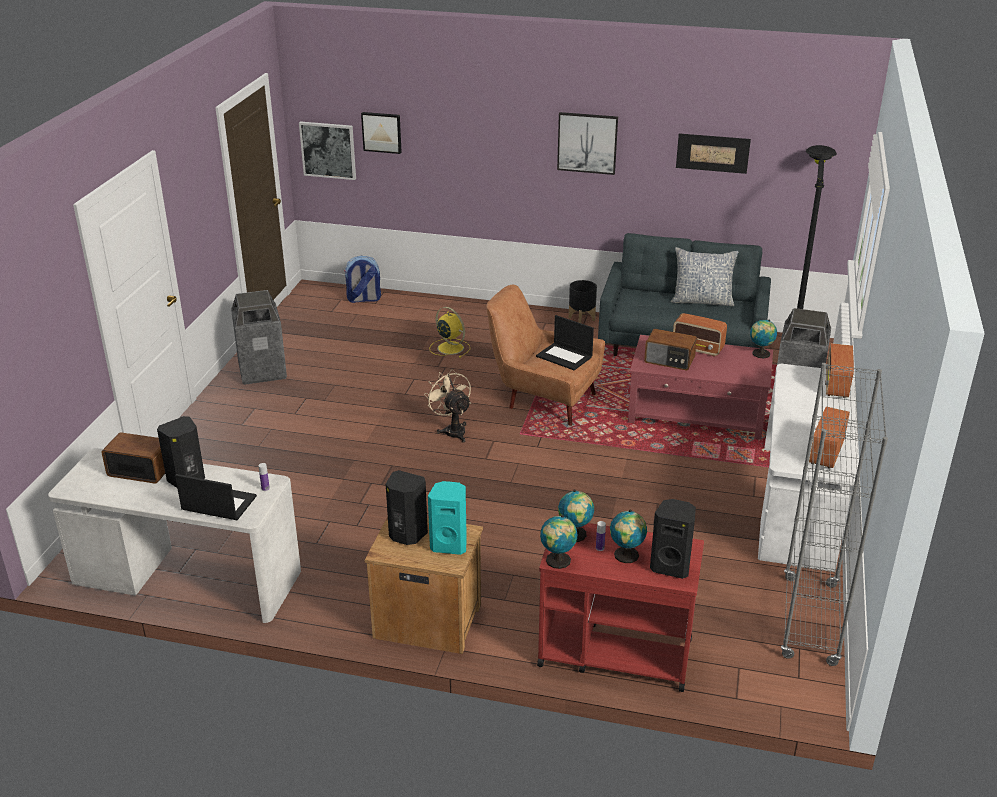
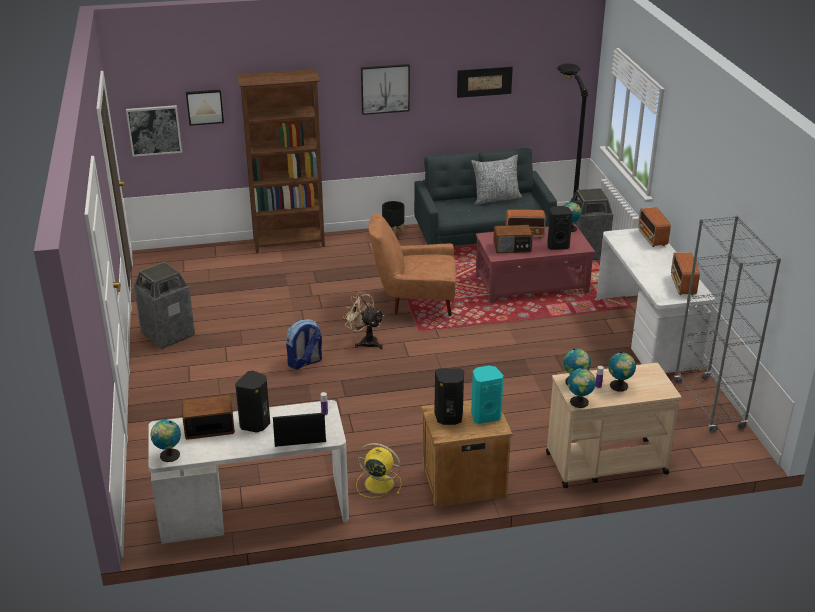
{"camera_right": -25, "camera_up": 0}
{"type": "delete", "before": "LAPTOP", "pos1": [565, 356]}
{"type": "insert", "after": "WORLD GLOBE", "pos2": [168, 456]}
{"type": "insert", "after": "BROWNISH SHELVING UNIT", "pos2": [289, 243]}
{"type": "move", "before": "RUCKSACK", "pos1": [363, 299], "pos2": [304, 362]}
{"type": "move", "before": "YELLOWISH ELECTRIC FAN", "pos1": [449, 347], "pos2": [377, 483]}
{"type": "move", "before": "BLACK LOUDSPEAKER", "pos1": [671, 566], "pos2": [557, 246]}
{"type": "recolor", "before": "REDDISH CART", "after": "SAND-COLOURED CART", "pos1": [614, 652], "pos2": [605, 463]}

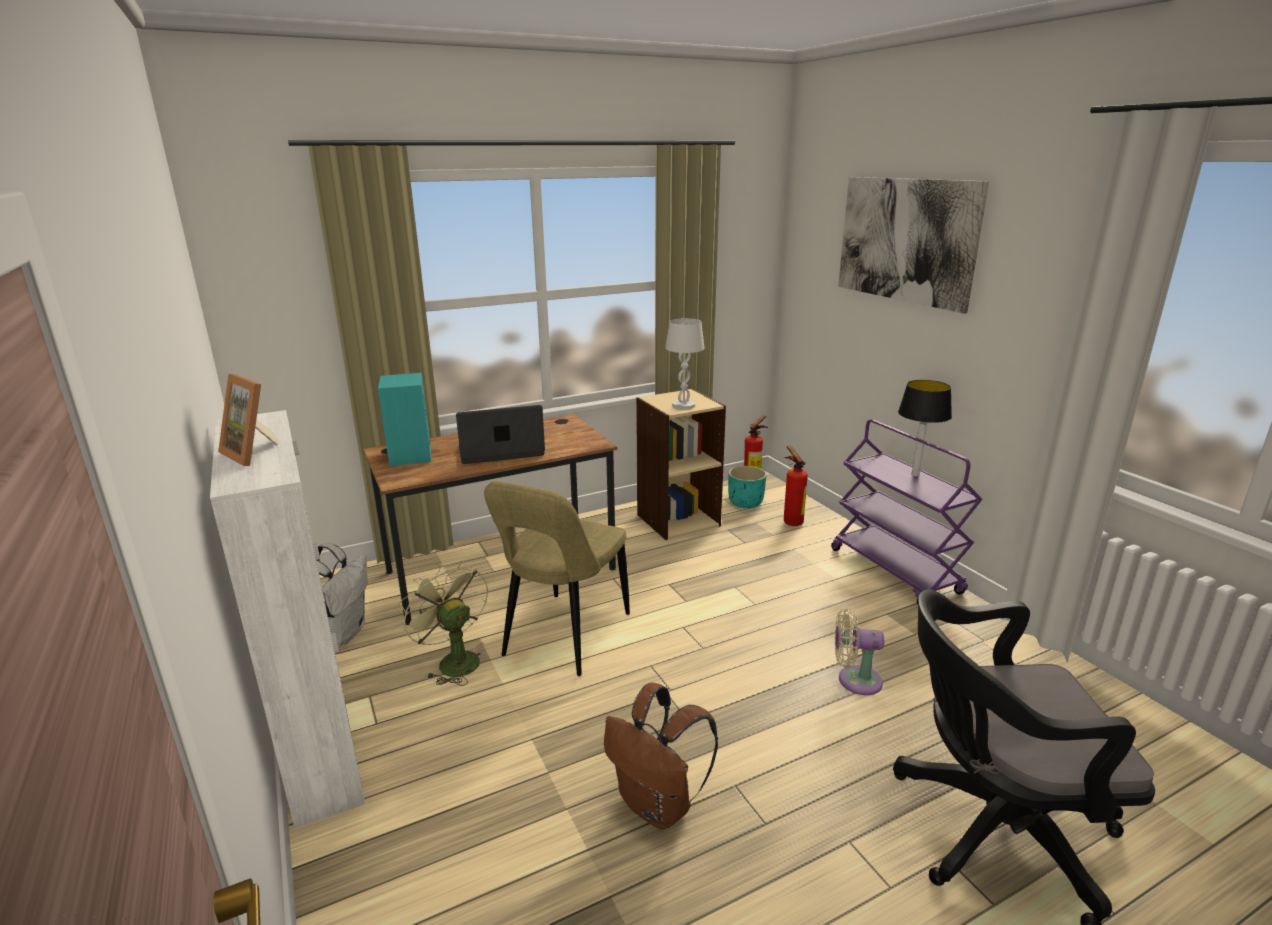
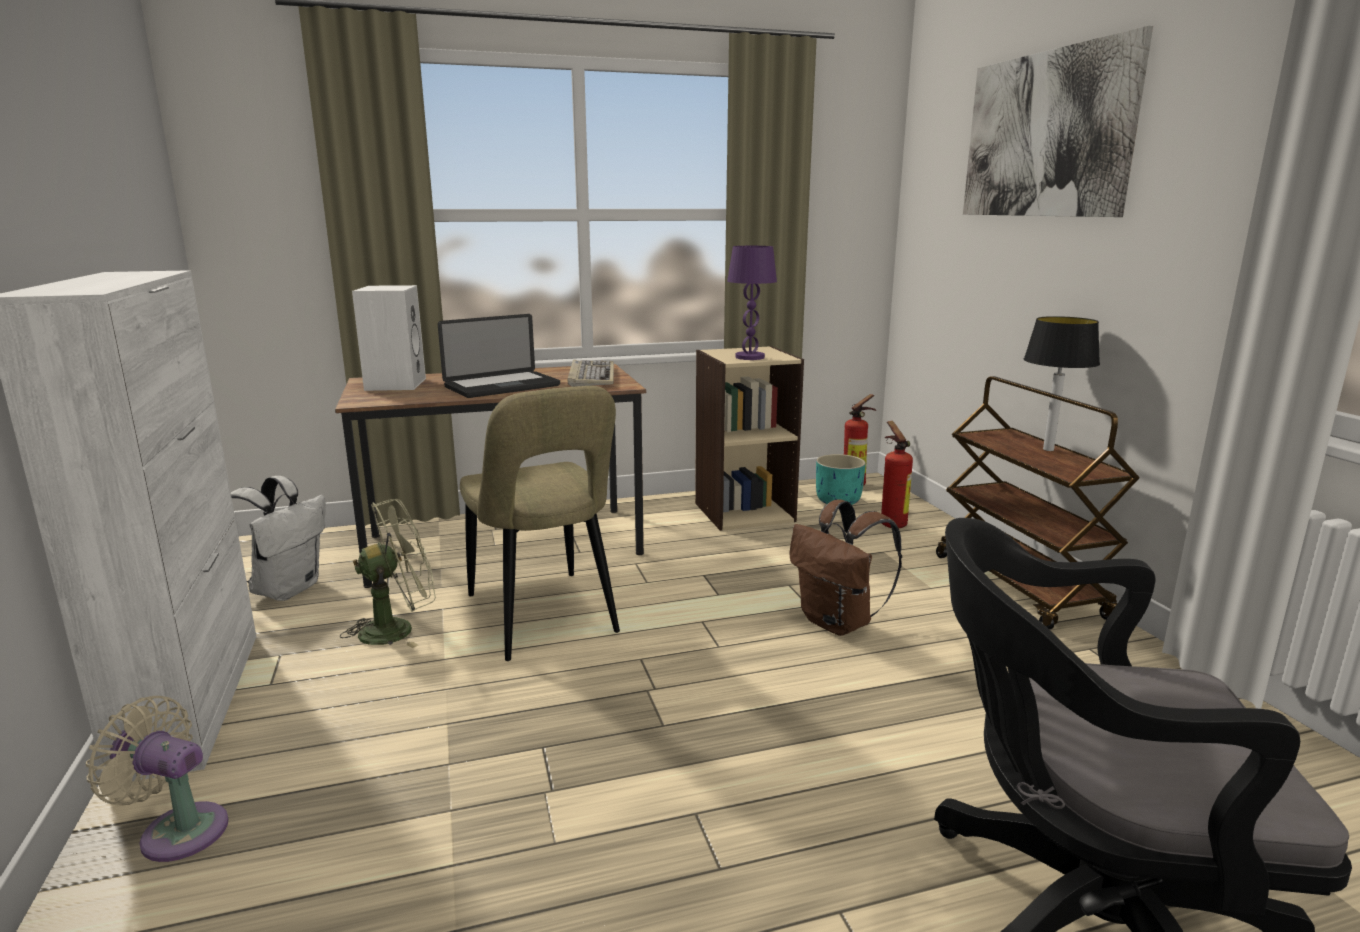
{"camera_right": 10, "camera_up": -5}
{"type": "delete", "before": "STANDING FRAME", "pos1": [255, 453]}
{"type": "insert", "after": "COMPUTER KEYBOARD", "pos2": [591, 376]}
{"type": "move", "before": "BROWNISH RUCKSACK", "pos1": [658, 805], "pos2": [839, 623]}
{"type": "move", "before": "SAND-COLOURED ELECTRIC FAN", "pos1": [854, 680], "pos2": [178, 830]}
{"type": "recolor", "before": "TURQUOISE LOUDSPEAKER", "after": "WHITE LOUDSPEAKER", "pos1": [409, 455], "pos2": [394, 384]}
{"type": "recolor", "before": "WHITE TABLE LAMP", "after": "PURPLISH TABLE LAMP", "pos1": [683, 405], "pos2": [750, 357]}
{"type": "recolor", "before": "PURPLISH CART", "after": "BROWNISH CART", "pos1": [896, 571], "pos2": [1020, 586]}
{"type": "rotate", "before": "GREEN-COLOURED ELECTRIC FAN", "pos1": [453, 660], "pos2": [398, 629], "turn": 90}
{"type": "rotate", "before": "LAPTOP", "pos1": [501, 452], "pos2": [502, 386], "turn": 150}
{"type": "rotate", "before": "SAND-COLOURED PLAIN CHAIR", "pos1": [563, 638], "pos2": [544, 618], "turn": -60}

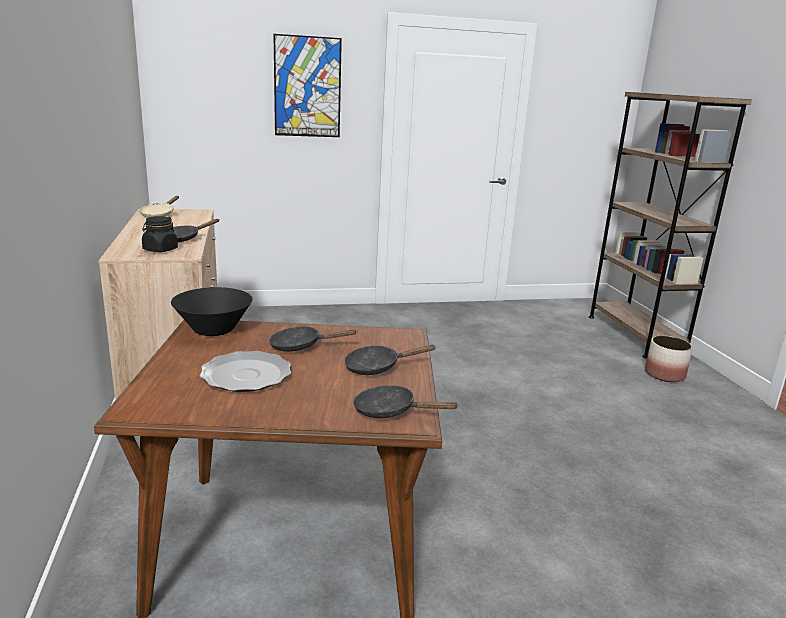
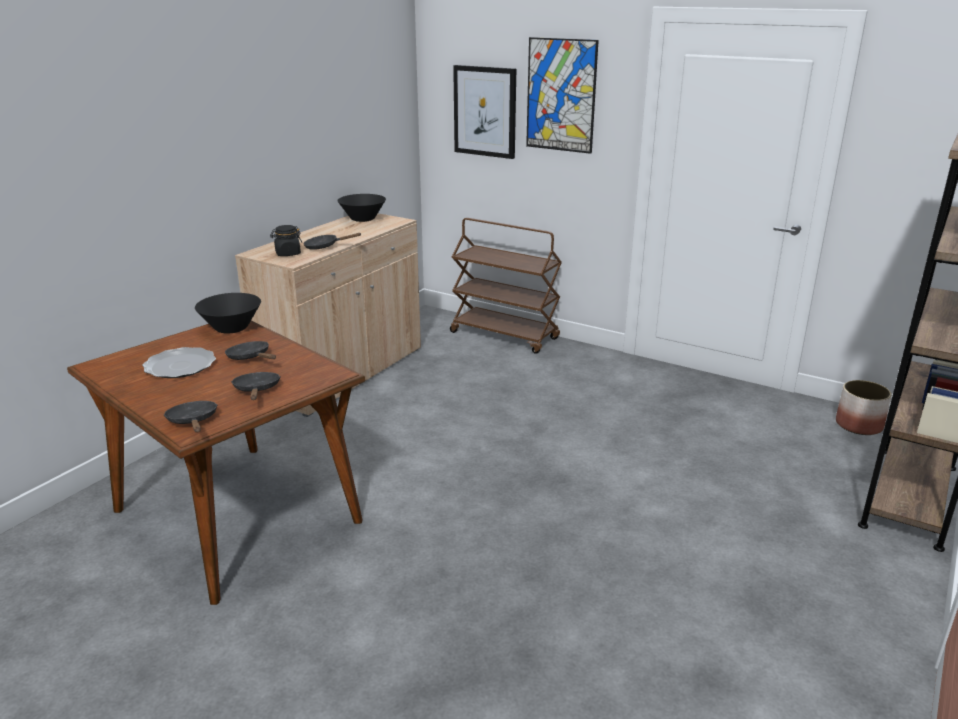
{"camera_right": 45, "camera_up": 5}
{"type": "insert", "after": "BROWNISH CART", "pos2": [505, 335]}
{"type": "insert", "after": "PICTURE", "pos2": [485, 111]}
{"type": "move", "before": "FLOWER POT", "pos1": [665, 375], "pos2": [859, 425]}
{"type": "replace", "before": "SAND-COLOURED PAN", "after": "BLACK BOWL", "pos1": [159, 214], "pos2": [363, 219]}
{"type": "rotate", "before": "BLACK PAN", "pos1": [377, 367], "pos2": [257, 390], "turn": 45}

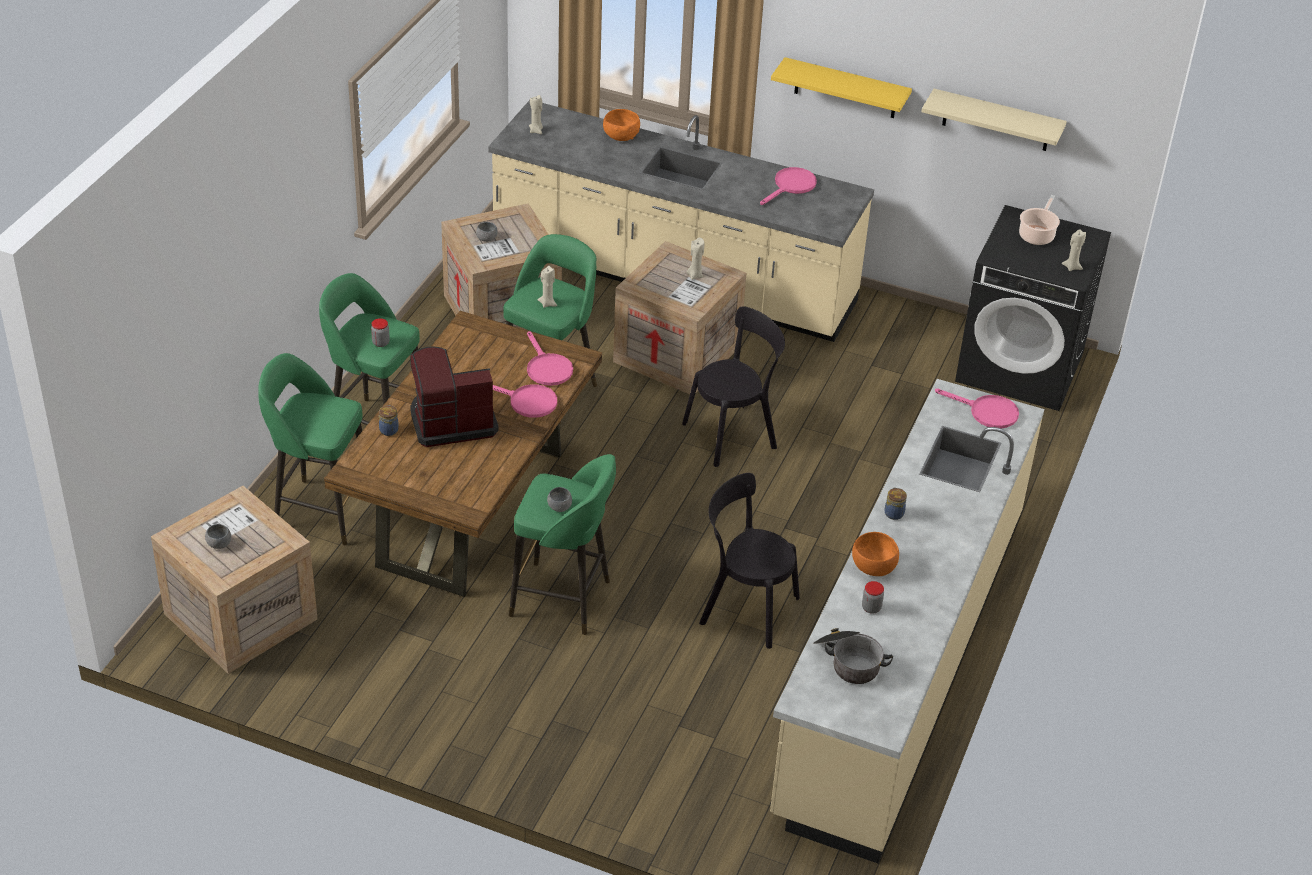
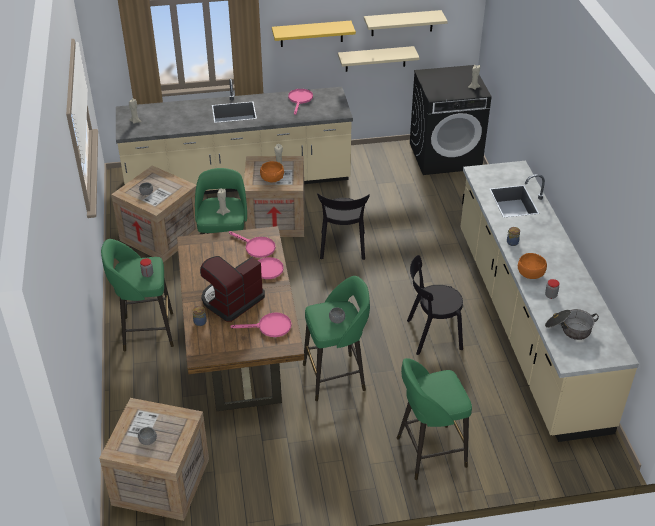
{"camera_right": -30, "camera_up": 0}
{"type": "delete", "before": "SAUCEPOT", "pos1": [1037, 235]}
{"type": "insert", "after": "SAND-COLOURED BRACKET SHELF", "pos2": [375, 59]}
{"type": "move", "before": "GREEN-COLOURED STOOL", "pos1": [321, 511], "pos2": [429, 452]}
{"type": "move", "before": "ORANGEY BOWL", "pos1": [620, 136], "pos2": [272, 179]}
{"type": "move", "before": "PINKISH PAN", "pos1": [987, 412], "pos2": [269, 327]}
{"type": "rotate", "before": "BLACK PLAIN CHAIR", "pos1": [733, 434], "pos2": [342, 247], "turn": 150}

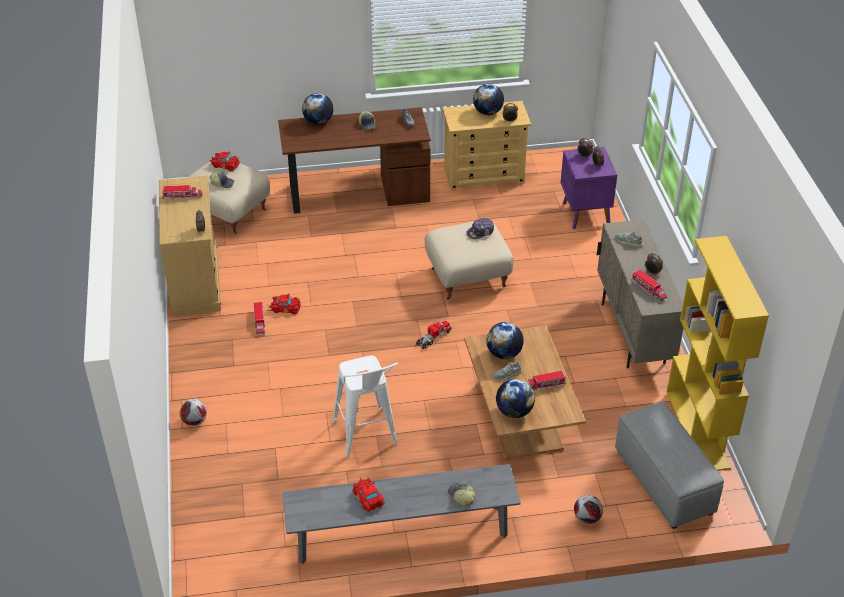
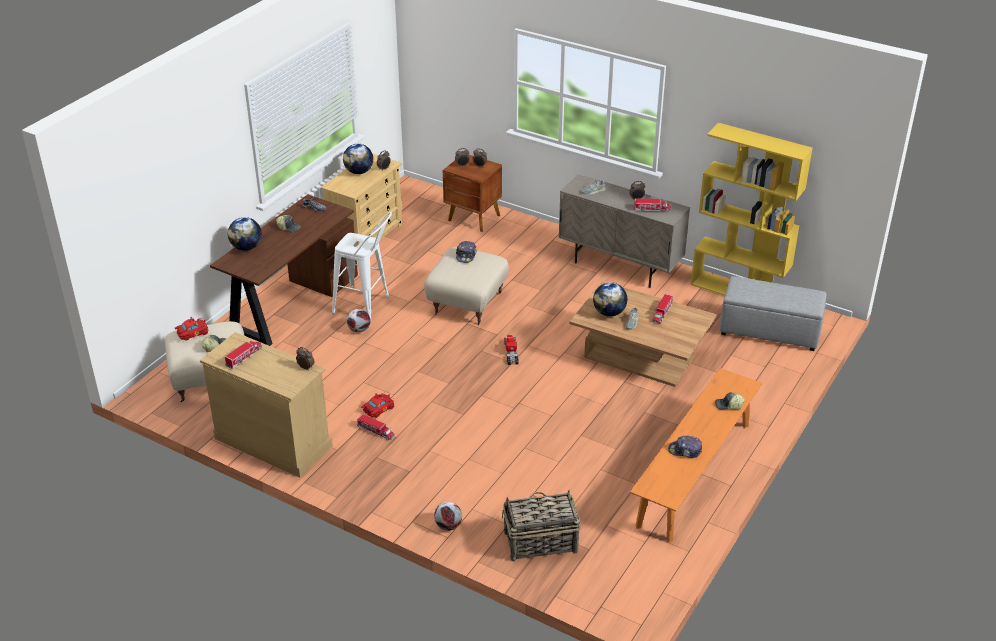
{"camera_right": -50, "camera_up": -5}
{"type": "delete", "before": "WORLD GLOBE", "pos1": [514, 411]}
{"type": "insert", "after": "STORAGE BASKET", "pos2": [539, 542]}
{"type": "move", "before": "WHITE STOOL", "pos1": [366, 438], "pos2": [366, 307]}
{"type": "move", "before": "FOOTBALL BALL", "pos1": [586, 518], "pos2": [359, 330]}
{"type": "replace", "before": "REDDISH MINIATURE CAR", "after": "PEAKED CAP", "pos1": [368, 499], "pos2": [685, 451]}
{"type": "recolor", "before": "GRAY INDOOR BENCH", "after": "ORANGEY INDOOR BENCH", "pos1": [401, 534], "pos2": [694, 474]}
{"type": "recolor", "before": "PURPLISH BEDSIDE TABLE", "after": "BROWNISH BEDSIDE TABLE", "pos1": [585, 214], "pos2": [474, 218]}

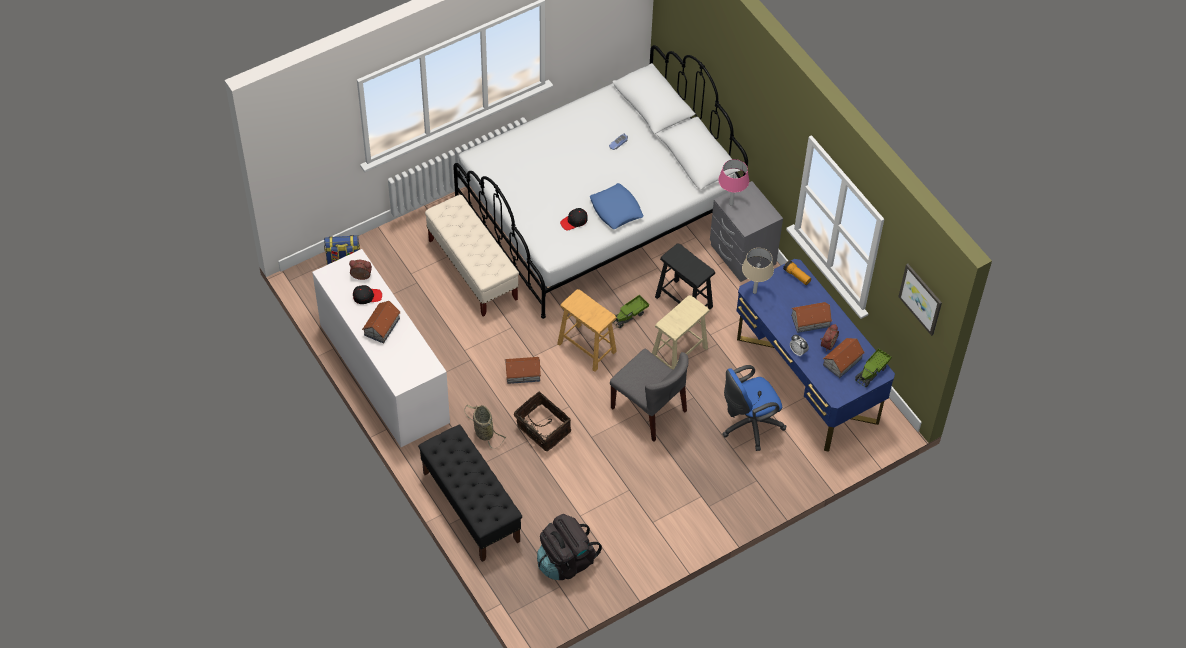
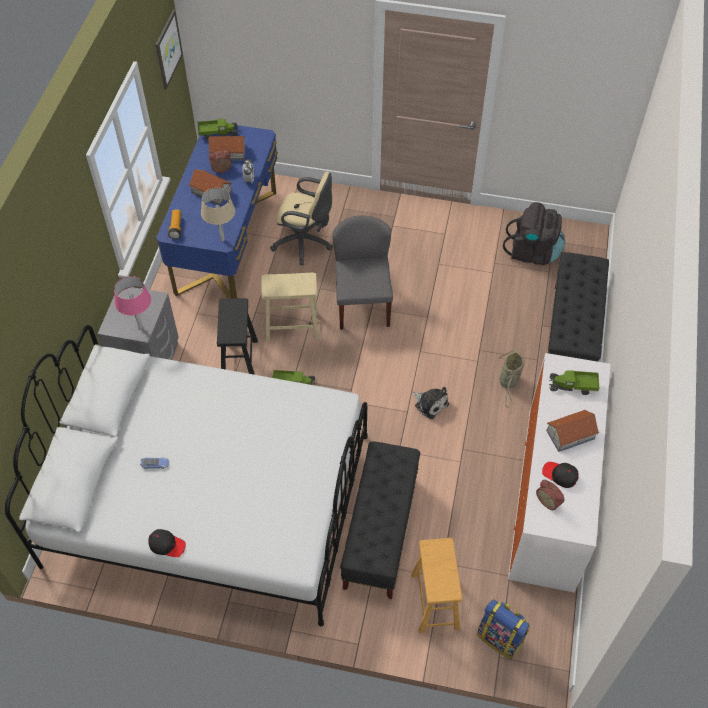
{"camera_right": -135, "camera_up": 0}
{"type": "delete", "before": "STORAGE BASKET", "pos1": [542, 430]}
{"type": "delete", "before": "BLUE-COLOURED CUSHION", "pos1": [616, 210]}
{"type": "insert", "after": "TOY LORRY", "pos2": [573, 386]}
{"type": "move", "before": "BROWNISH STOOL", "pos1": [586, 348], "pos2": [435, 601]}
{"type": "move", "before": "BLACK PEAKED CAP", "pos1": [574, 221], "pos2": [167, 545]}
{"type": "replace", "before": "MODEL HOUSE", "after": "CUDDLY TOY", "pos1": [523, 373], "pos2": [430, 403]}
{"type": "recolor", "before": "SAND-COLOURED INDOOR BENCH", "after": "BLACK INDOOR BENCH", "pos1": [473, 270], "pos2": [380, 532]}
{"type": "recolor", "before": "BLUE-COLOURED DESK CHAIR", "after": "SAND-COLOURED DESK CHAIR", "pos1": [748, 425], "pos2": [305, 243]}

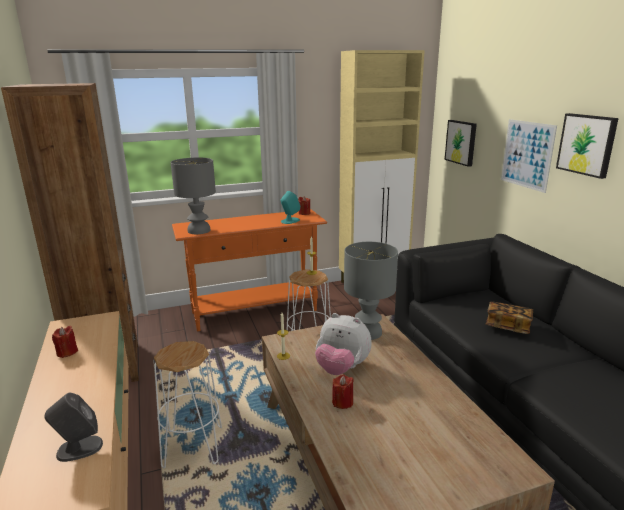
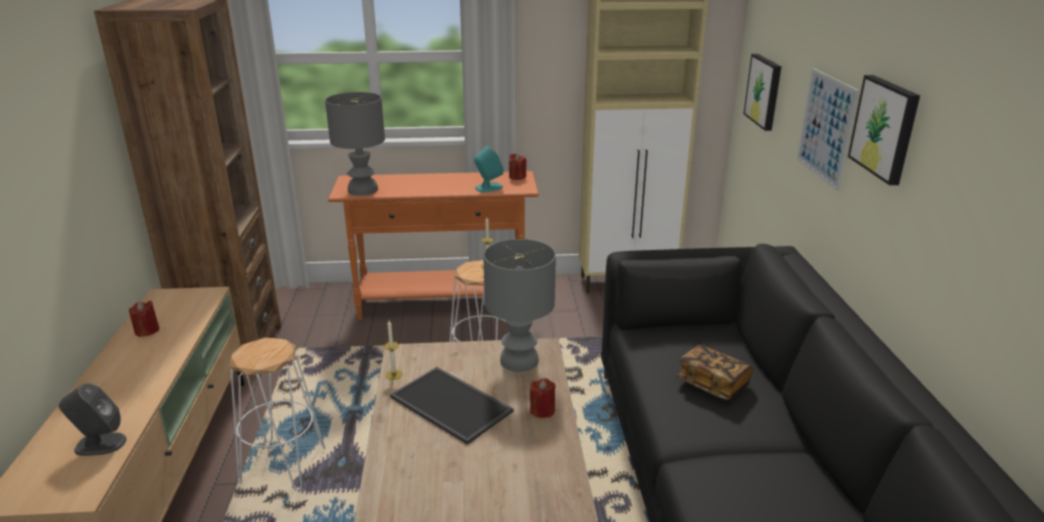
{"camera_right": 15, "camera_up": 5}
{"type": "move", "before": "REDDISH WAX CANDLE", "pos1": [342, 402], "pos2": [542, 410]}
{"type": "replace", "before": "CUDDLY TOY", "after": "CARRYING TRAY", "pos1": [341, 368], "pos2": [453, 404]}

